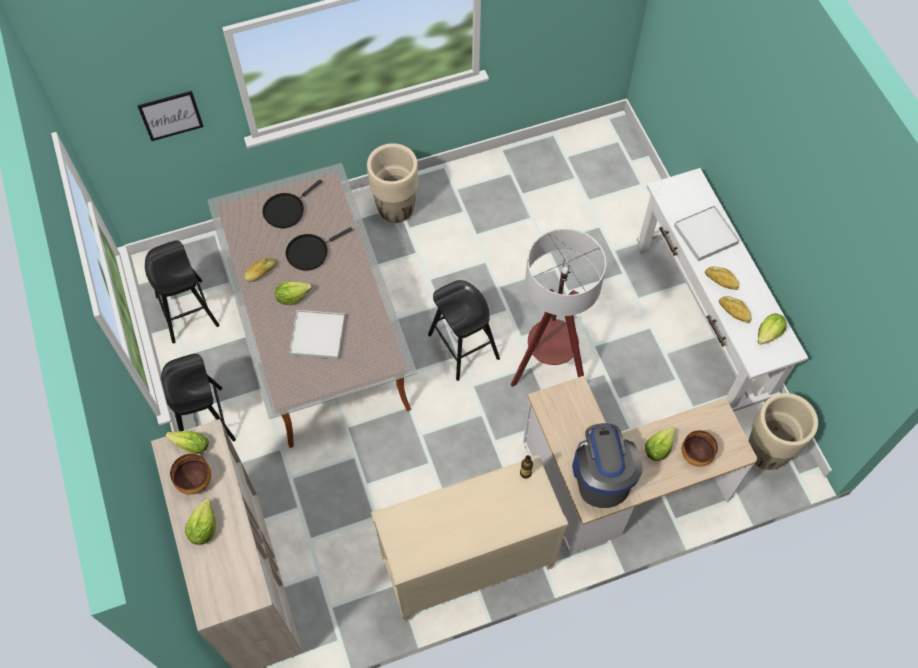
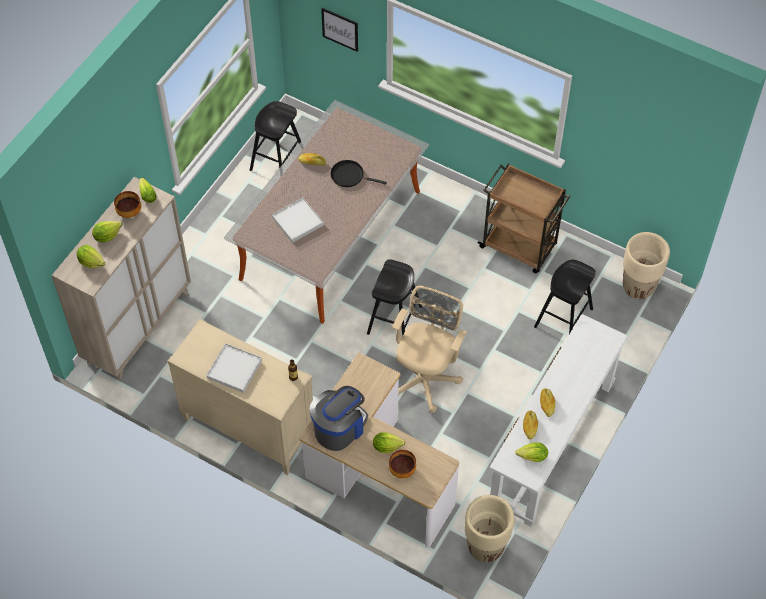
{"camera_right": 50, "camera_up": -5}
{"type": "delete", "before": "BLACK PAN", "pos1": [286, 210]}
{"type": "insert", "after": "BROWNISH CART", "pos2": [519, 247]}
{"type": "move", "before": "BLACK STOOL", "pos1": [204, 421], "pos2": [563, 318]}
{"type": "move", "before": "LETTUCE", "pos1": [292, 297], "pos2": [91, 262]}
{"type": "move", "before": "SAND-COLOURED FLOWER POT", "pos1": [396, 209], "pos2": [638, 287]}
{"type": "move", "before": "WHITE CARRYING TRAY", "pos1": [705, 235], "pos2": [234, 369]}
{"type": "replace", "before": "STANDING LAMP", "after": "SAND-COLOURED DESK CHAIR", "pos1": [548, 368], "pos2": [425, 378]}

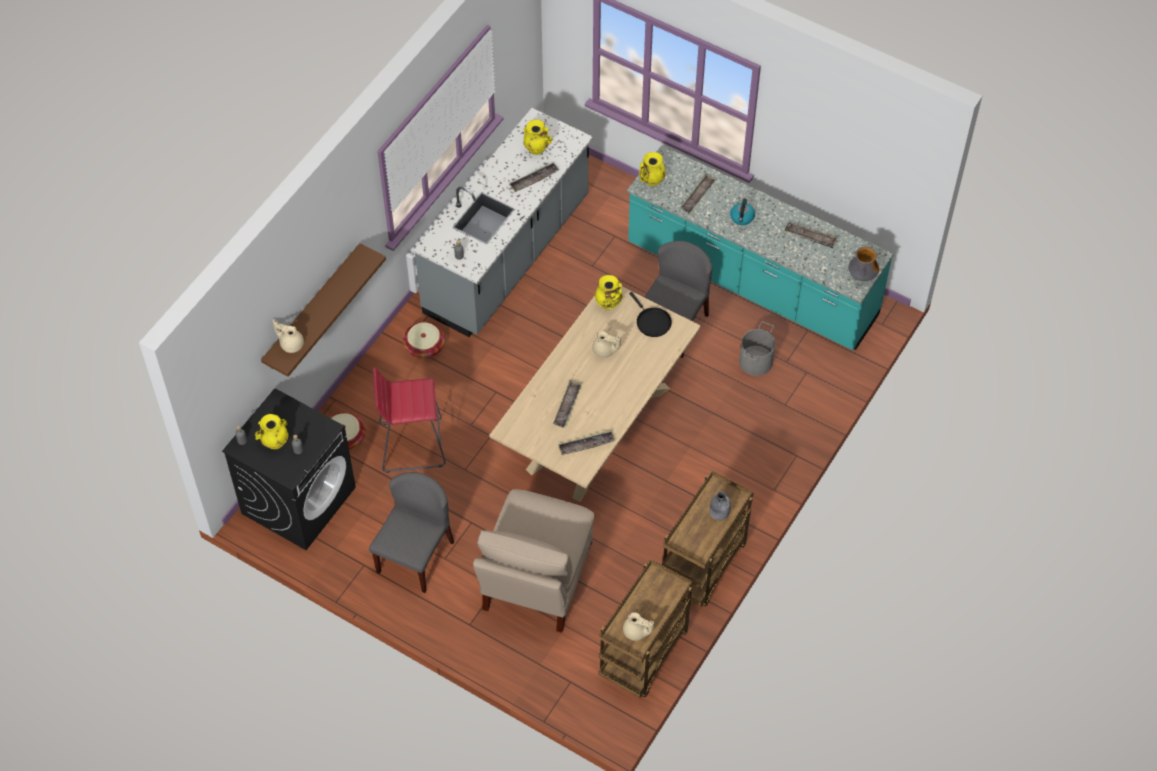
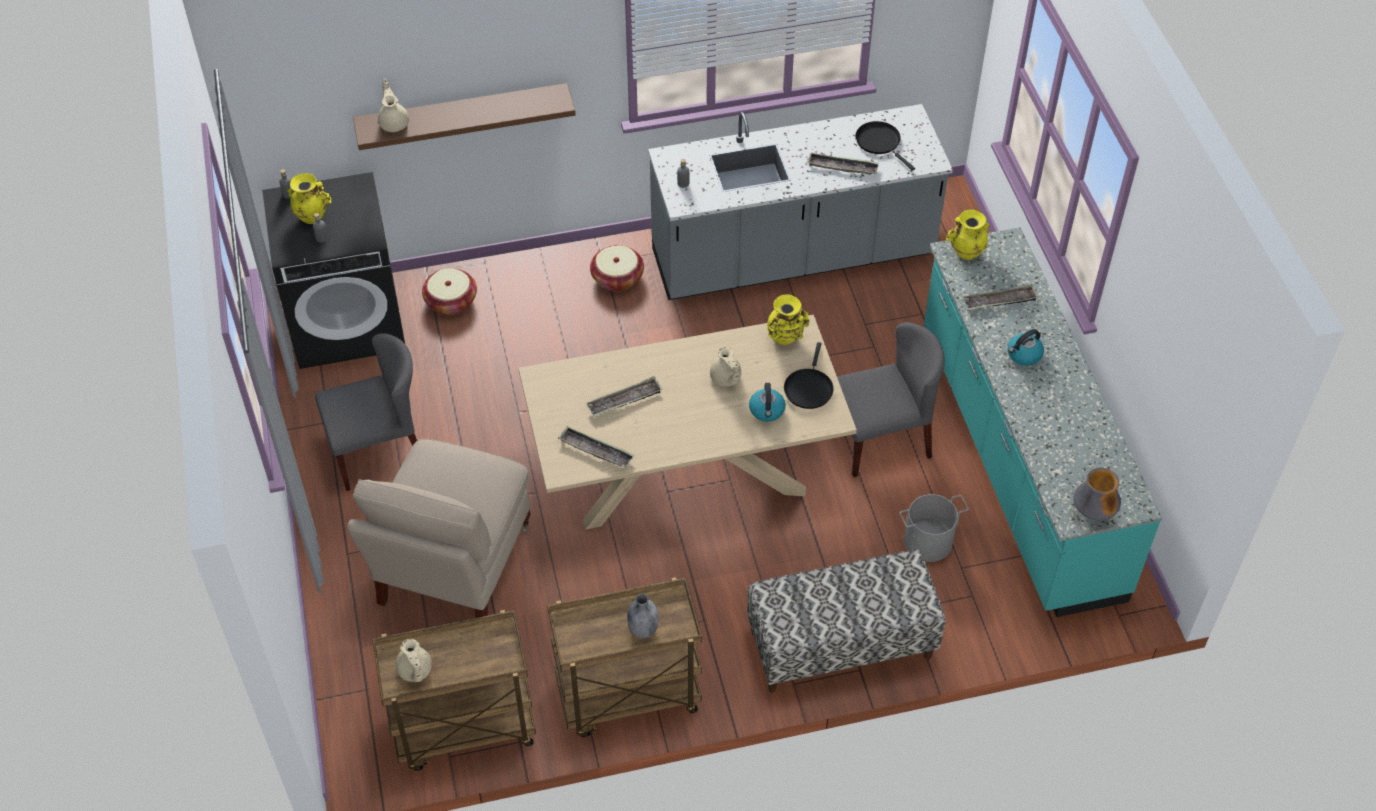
{"camera_right": 45, "camera_up": -5}
{"type": "delete", "before": "REDDISH STOOL", "pos1": [411, 444]}
{"type": "delete", "before": "CARRYING TRAY", "pos1": [810, 237]}
{"type": "insert", "after": "INDOOR BENCH", "pos2": [840, 645]}
{"type": "insert", "after": "KETTLE", "pos2": [767, 411]}
{"type": "replace", "before": "YELLOWISH VASE", "after": "BLACK PAN", "pos1": [536, 148], "pos2": [880, 142]}
{"type": "rotate", "before": "SAND-COLOURED PLAIN CHAIR", "pos1": [536, 581], "pos2": [453, 567], "turn": -45}

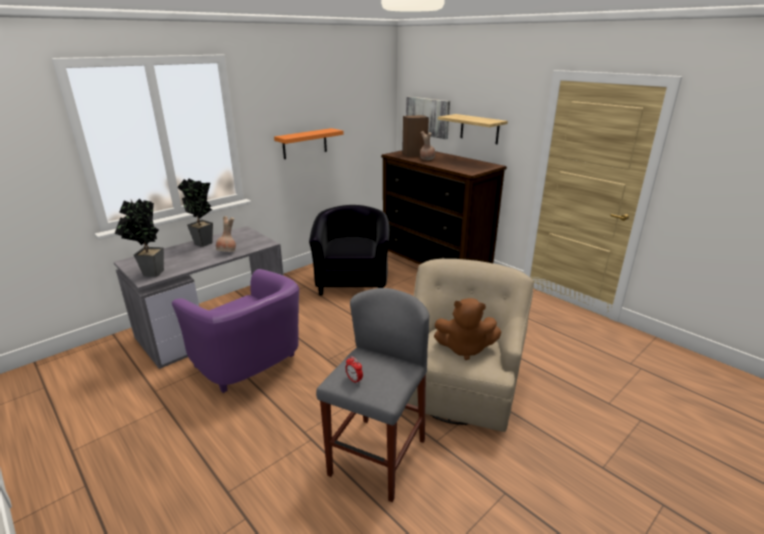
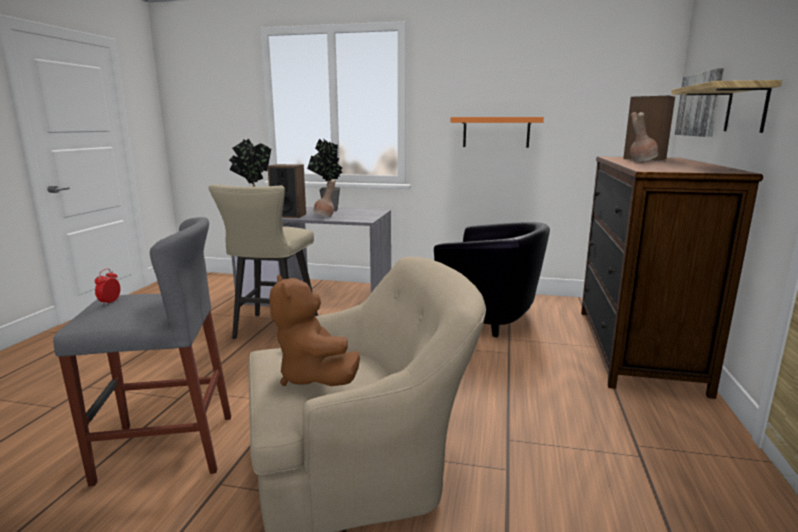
{"camera_right": 55, "camera_up": -10}
{"type": "insert", "after": "LOUDSPEAKER", "pos2": [288, 215]}
{"type": "replace", "before": "PURPLISH EASY CHAIR", "after": "SAND-COLOURED STOOL", "pos1": [250, 365], "pos2": [273, 330]}
{"type": "rotate", "before": "BLACK EASY CHAIR", "pos1": [352, 281], "pos2": [490, 318], "turn": 60}

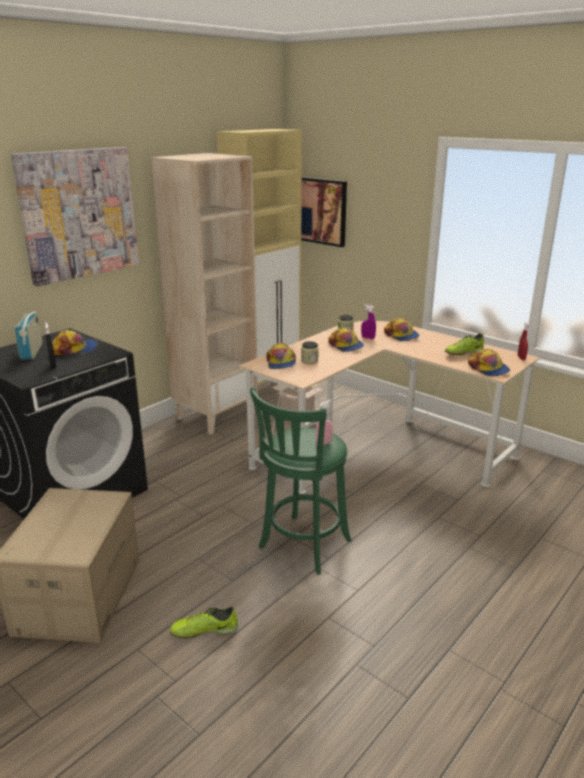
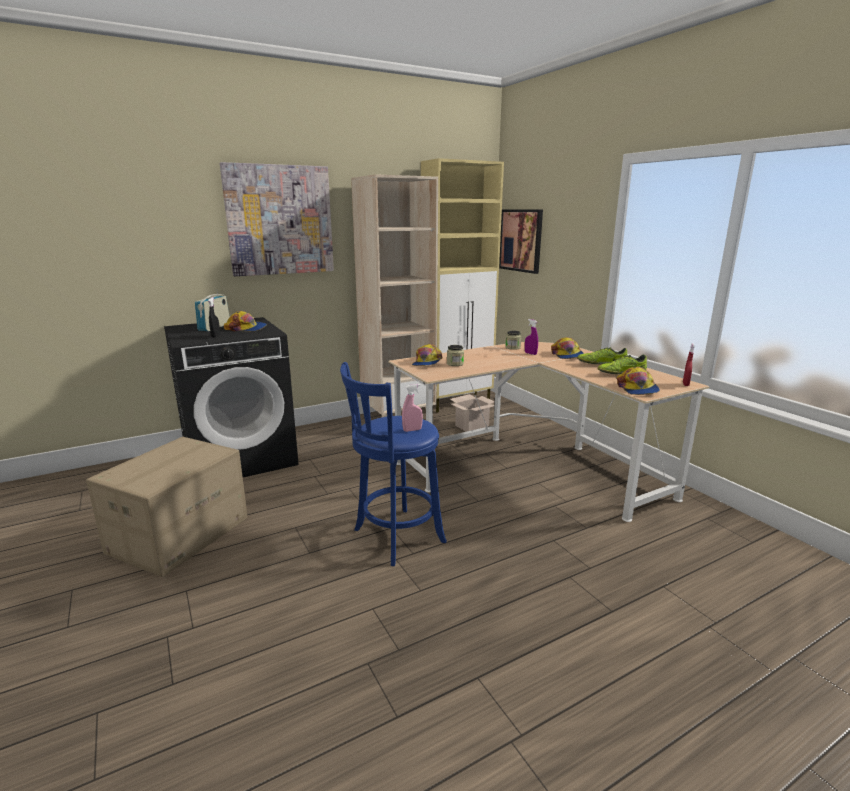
{"camera_right": 20, "camera_up": -5}
{"type": "delete", "before": "PEAKED CAP", "pos1": [346, 345]}
{"type": "move", "before": "LOW SHOE", "pos1": [204, 630], "pos2": [601, 364]}
{"type": "recolor", "before": "GREEN-COLOURED STOOL", "after": "BLUE-COLOURED STOOL", "pos1": [302, 546], "pos2": [395, 537]}

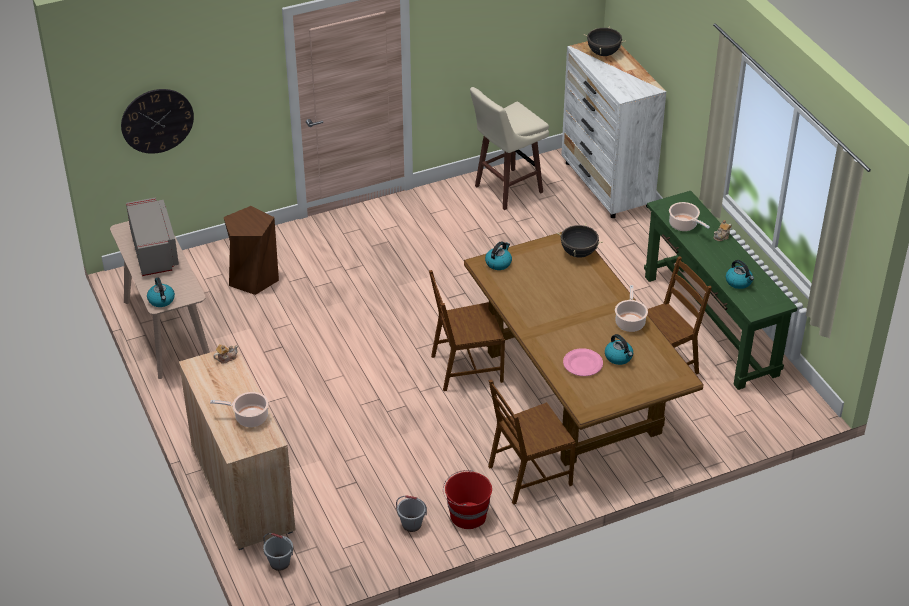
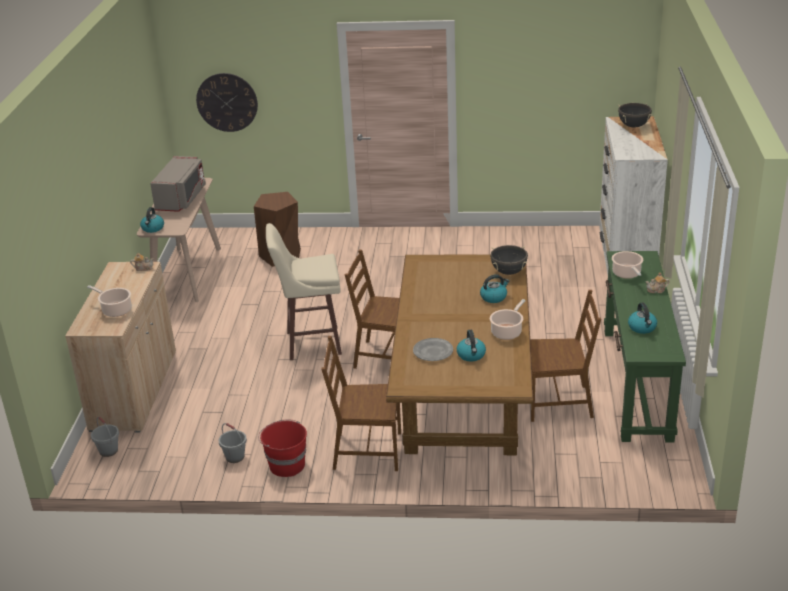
{"camera_right": 30, "camera_up": -10}
{"type": "move", "before": "SAND-COLOURED STOOL", "pos1": [506, 189], "pos2": [311, 343]}
{"type": "move", "before": "KETTLE", "pos1": [498, 263], "pos2": [494, 297]}
{"type": "recolor", "before": "PINKISH PLATE", "after": "GRAY PLATE", "pos1": [583, 364], "pos2": [433, 352]}

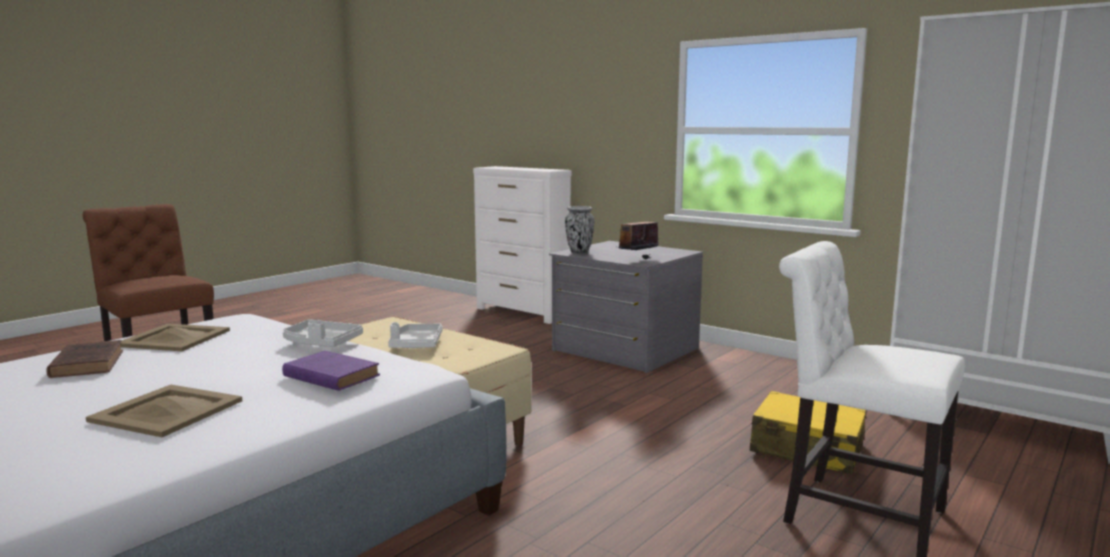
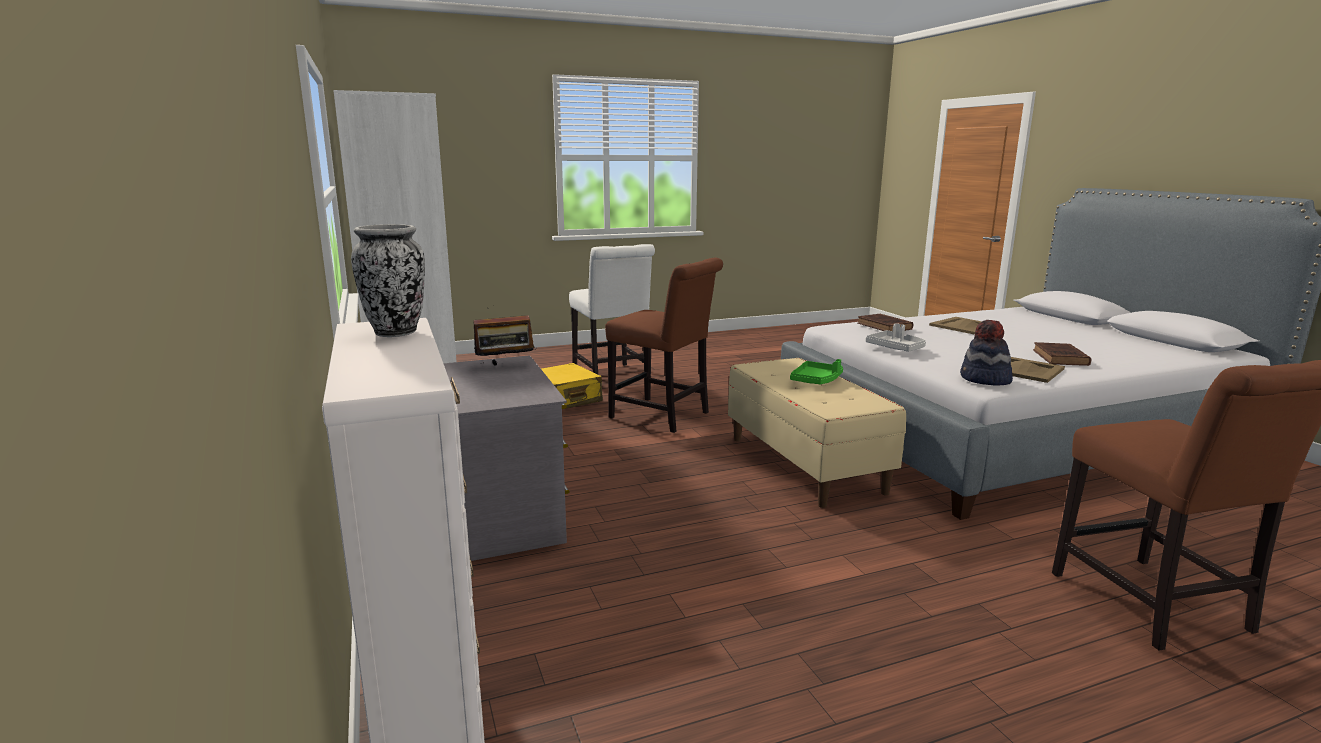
{"camera_right": -150, "camera_up": 5}
{"type": "insert", "after": "BROWNISH PLAIN CHAIR", "pos2": [664, 416]}
{"type": "insert", "after": "HAT", "pos2": [984, 380]}
{"type": "move", "before": "VASE", "pos1": [579, 252], "pos2": [396, 332]}
{"type": "recolor", "before": "PURPLISH BOUND BOOK", "after": "BROWNISH BOUND BOOK", "pos1": [329, 376], "pos2": [885, 327]}
{"type": "recolor", "before": "GRAY CARRYING TRAY", "after": "GREEN-COLOURED CARRYING TRAY", "pos1": [416, 344], "pos2": [816, 380]}

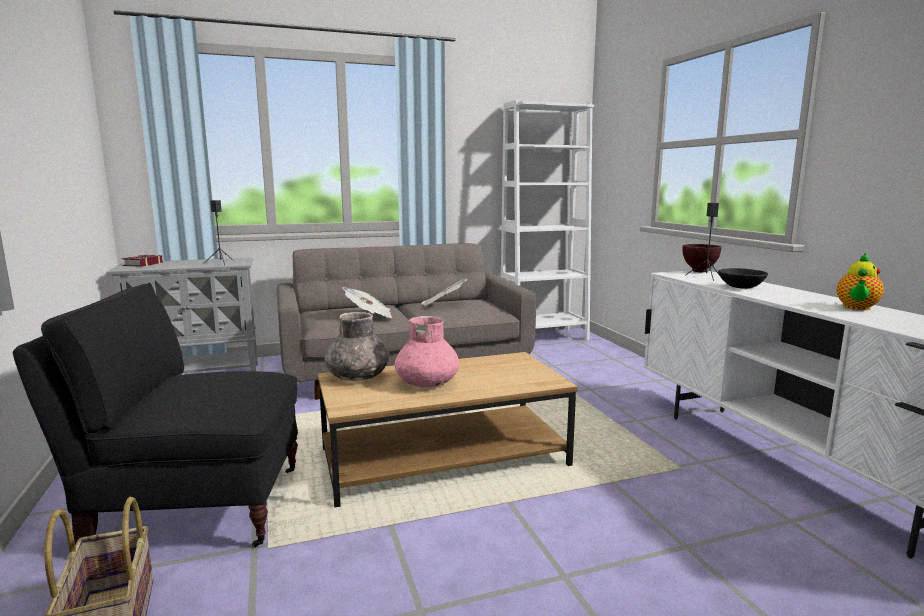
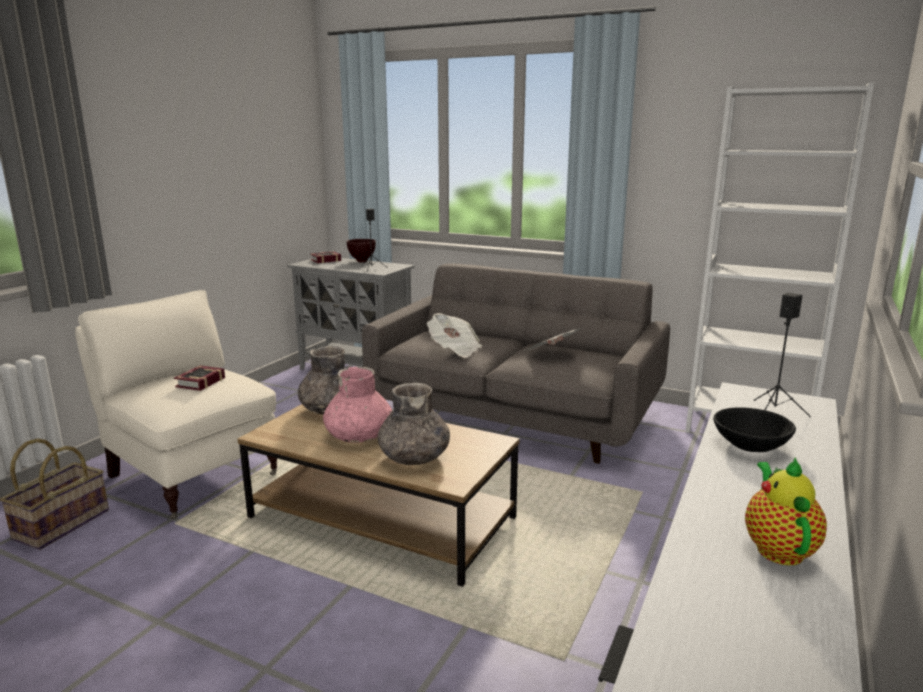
{"camera_right": 45, "camera_up": 5}
{"type": "insert", "after": "BOUND BOOK", "pos2": [198, 383]}
{"type": "insert", "after": "GRAY VASE", "pos2": [414, 457]}
{"type": "move", "before": "BROWNISH BOWL", "pos1": [698, 271], "pos2": [362, 261]}
{"type": "recolor", "before": "BLACK EASY CHAIR", "after": "SAND-COLOURED EASY CHAIR", "pos1": [193, 508], "pos2": [192, 474]}
{"type": "rotate", "before": "POT FOR TEA", "pos1": [856, 308], "pos2": [777, 548], "turn": 105}

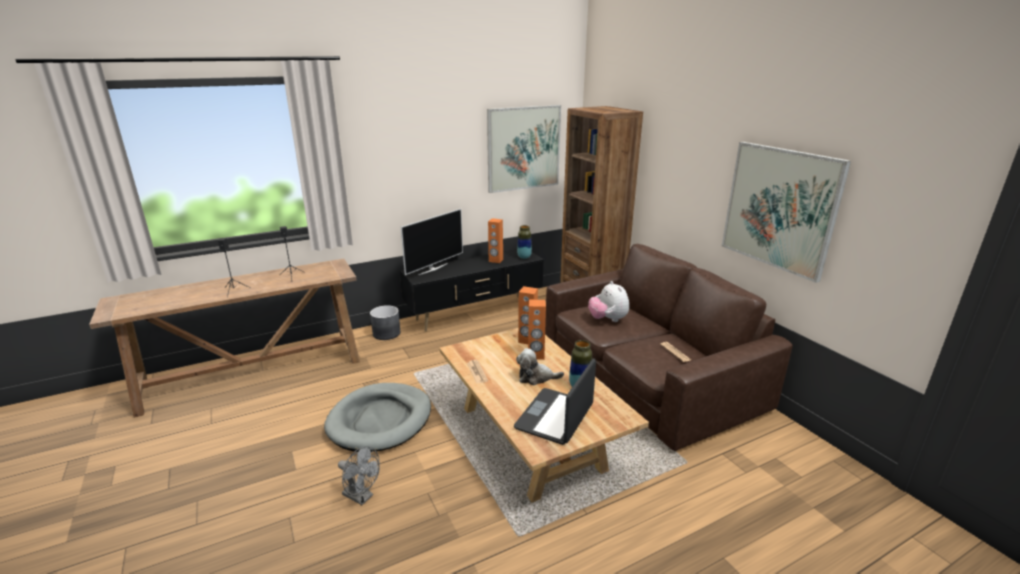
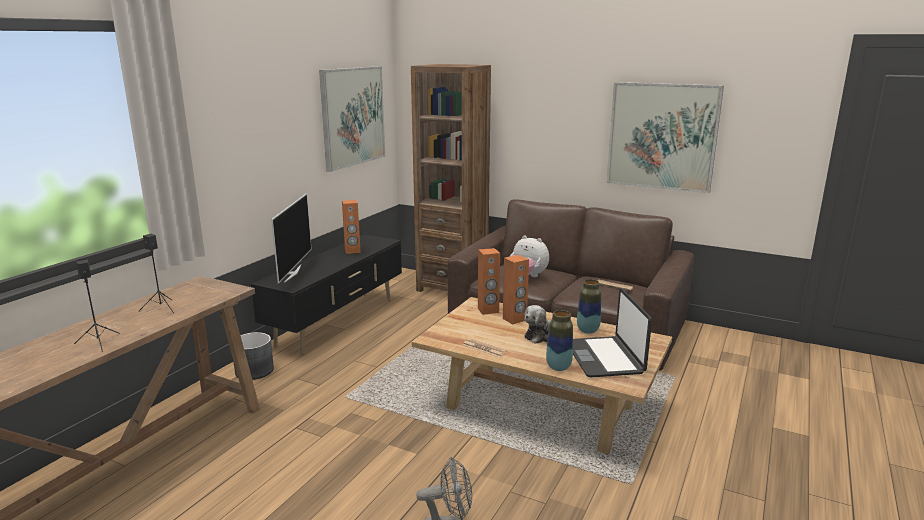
{"camera_right": -35, "camera_up": -5}
{"type": "delete", "before": "GRAY DOG BED", "pos1": [380, 420]}
{"type": "move", "before": "VASE", "pos1": [524, 257], "pos2": [558, 367]}

